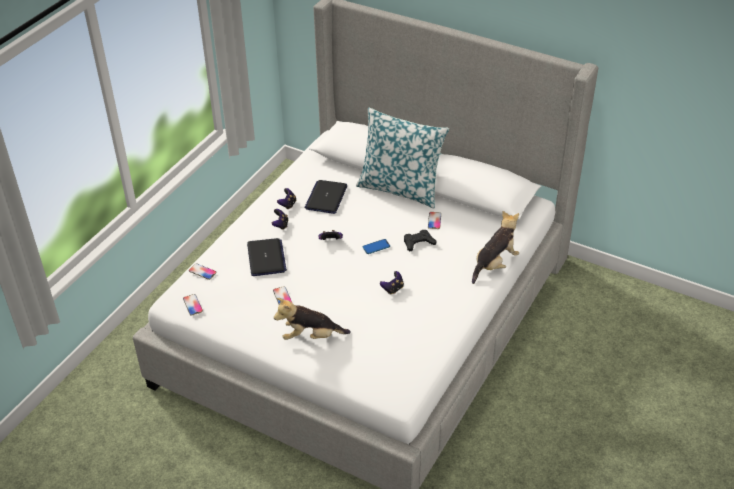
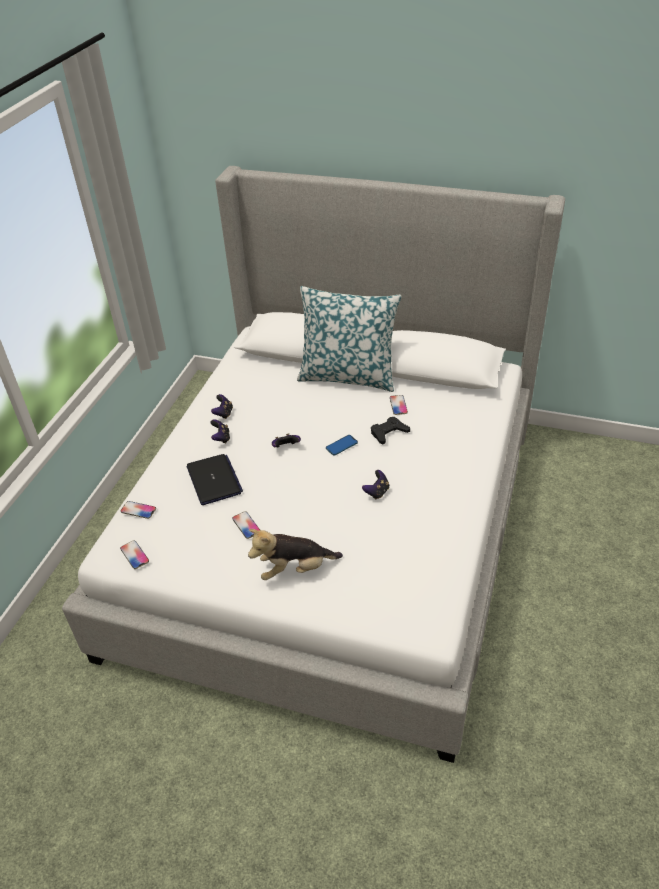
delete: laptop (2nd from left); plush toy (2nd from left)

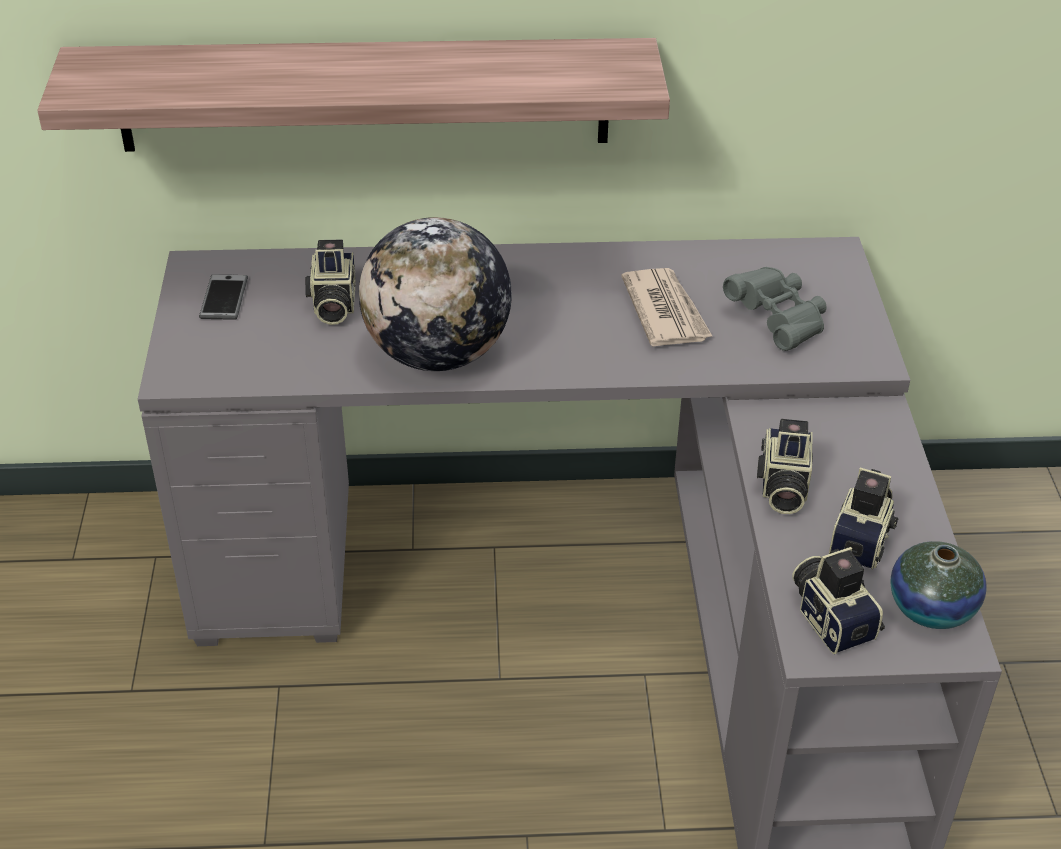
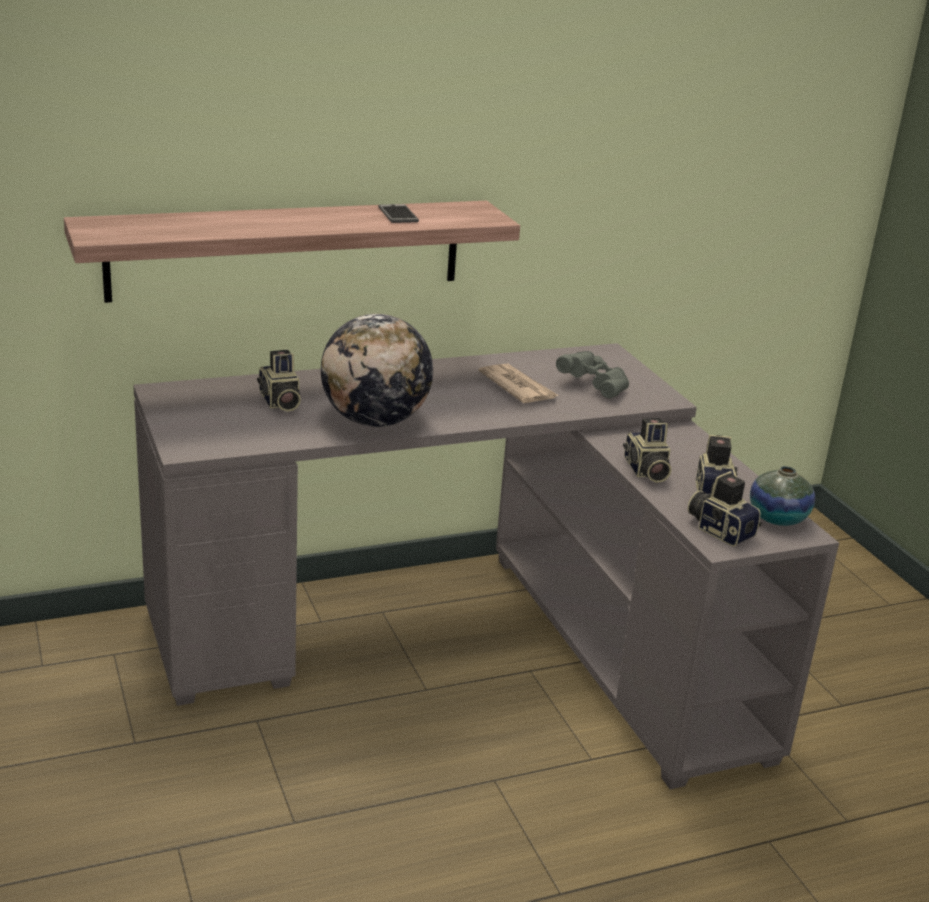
move: phone

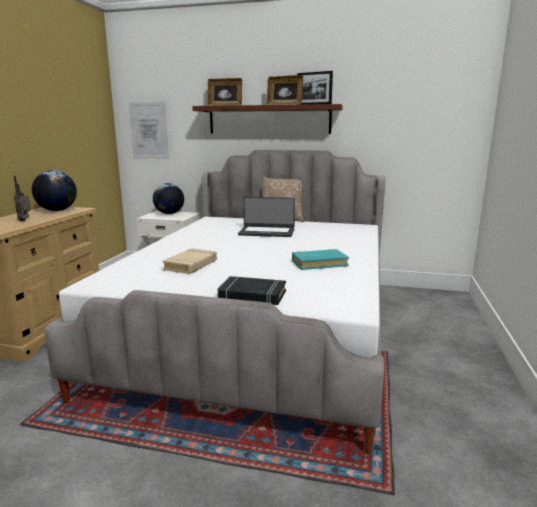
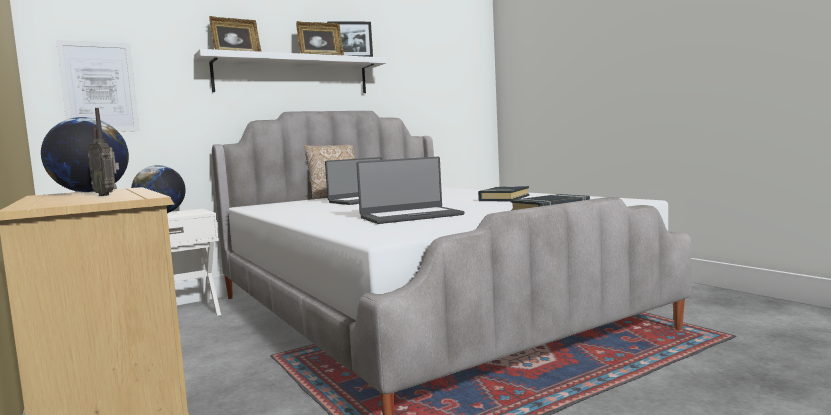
replace: book (beige) to laptop (2nd from left)
recolor: shelf (brown) to shelf (white); book (turquoise) to book (black) (1st from left)

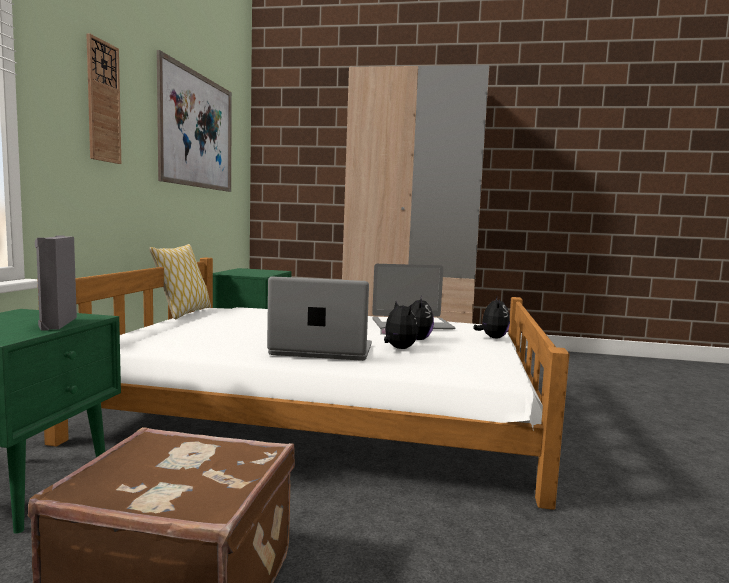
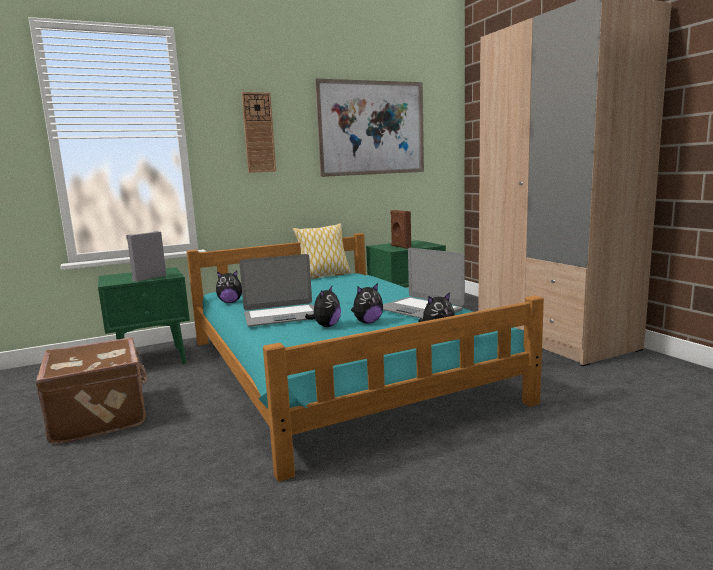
insert: plush toy (1st from left); speaker (brown)
recolor: bed (white) to bed (turquoise)
rotate: laptop (1st from left) 105 degrees clockwise

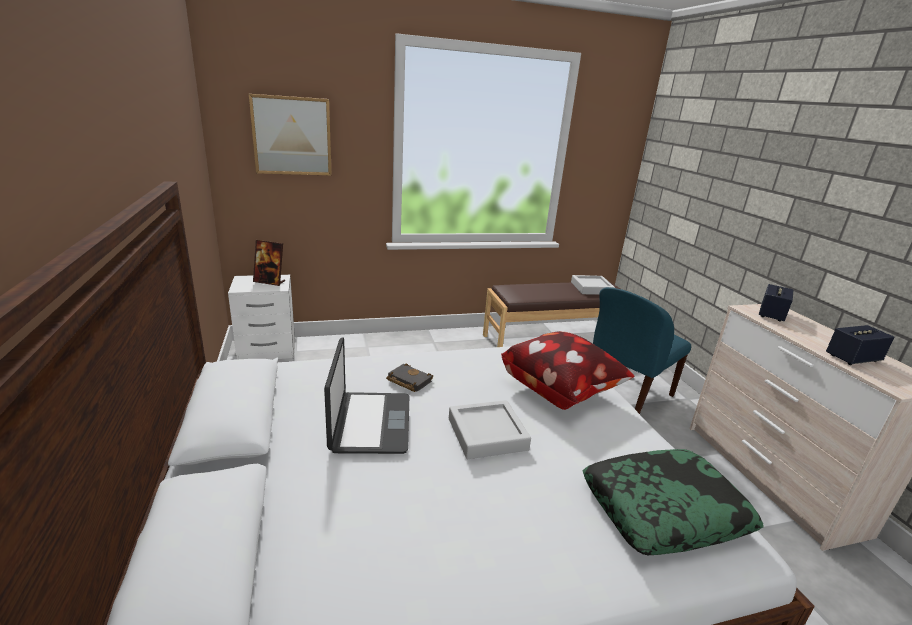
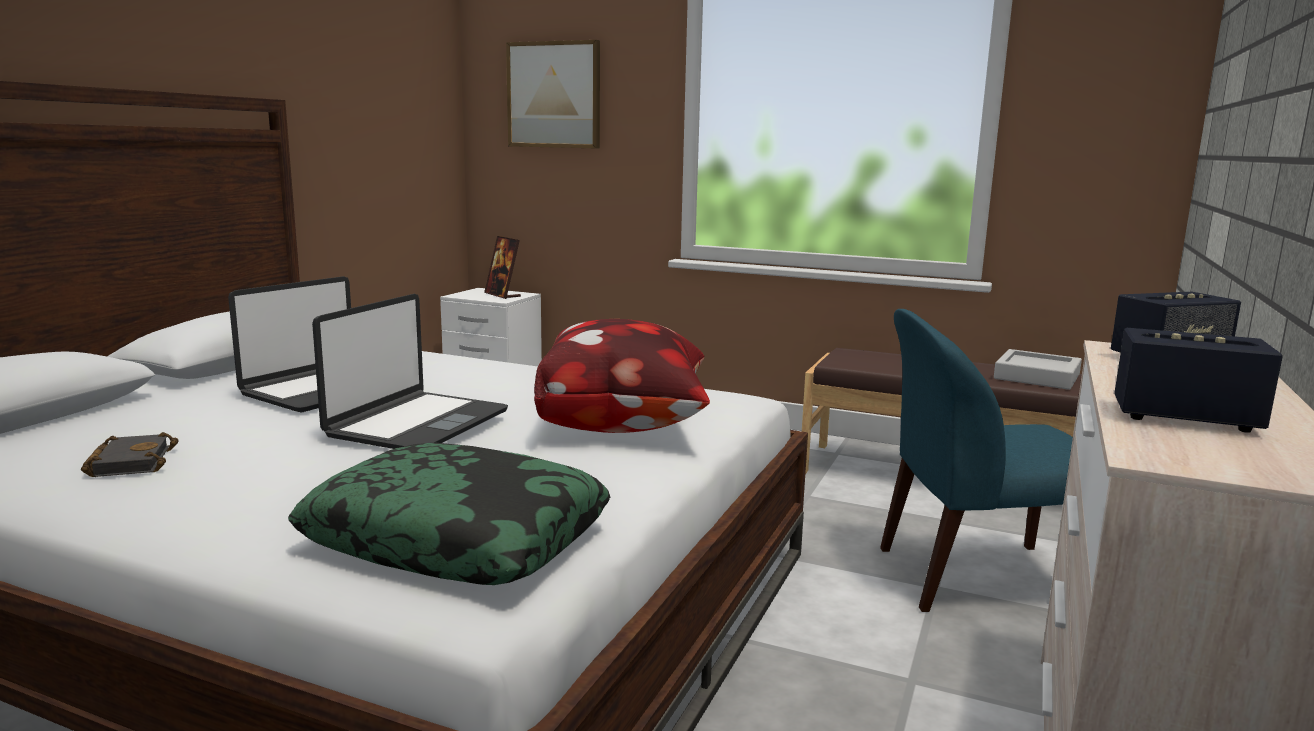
move: book (black)
replace: tray (grey) (1st from left) to laptop (2nd from left)

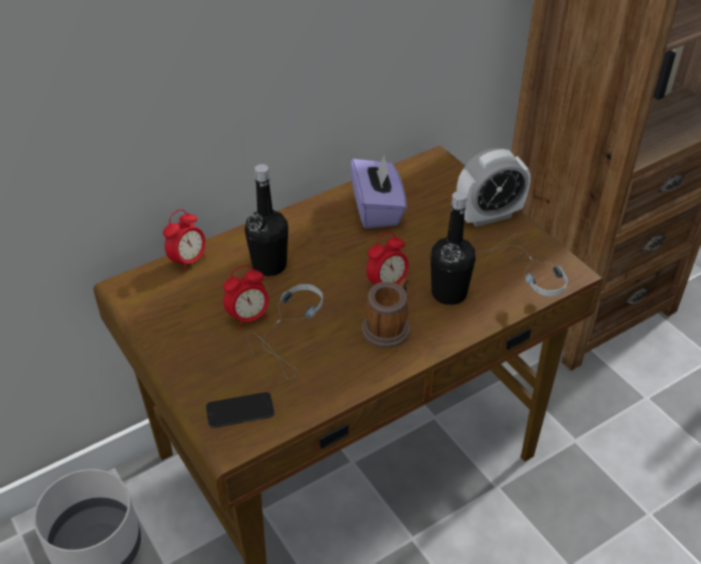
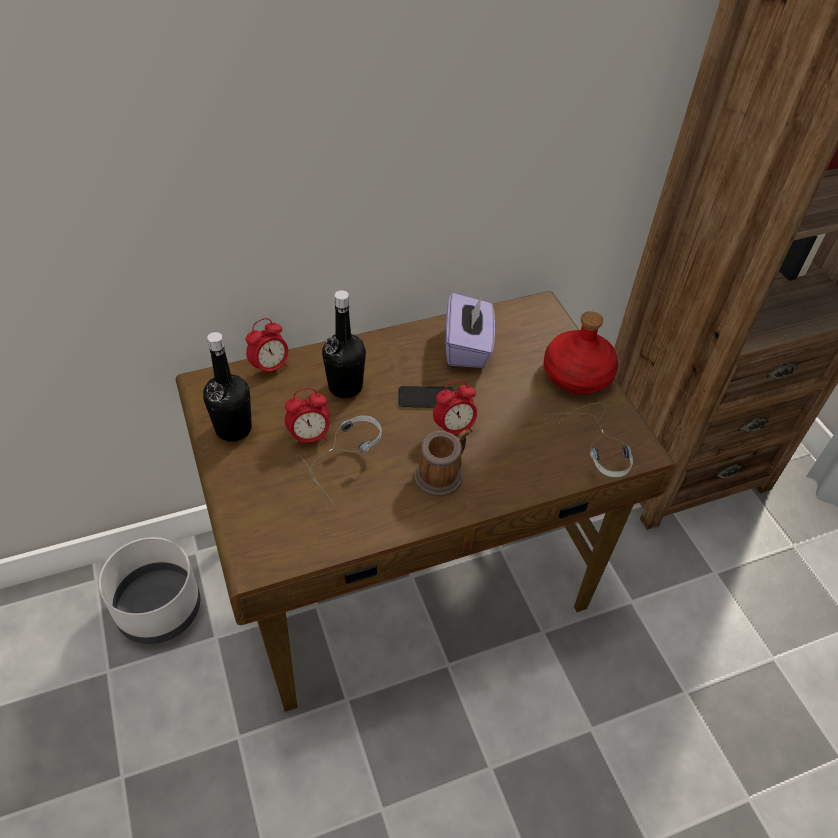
move: phone; bottle (black) (2nd from left in the first image) to bottle (black) (1st from left)
replace: alarm clock (4th from left) to bottle (red)

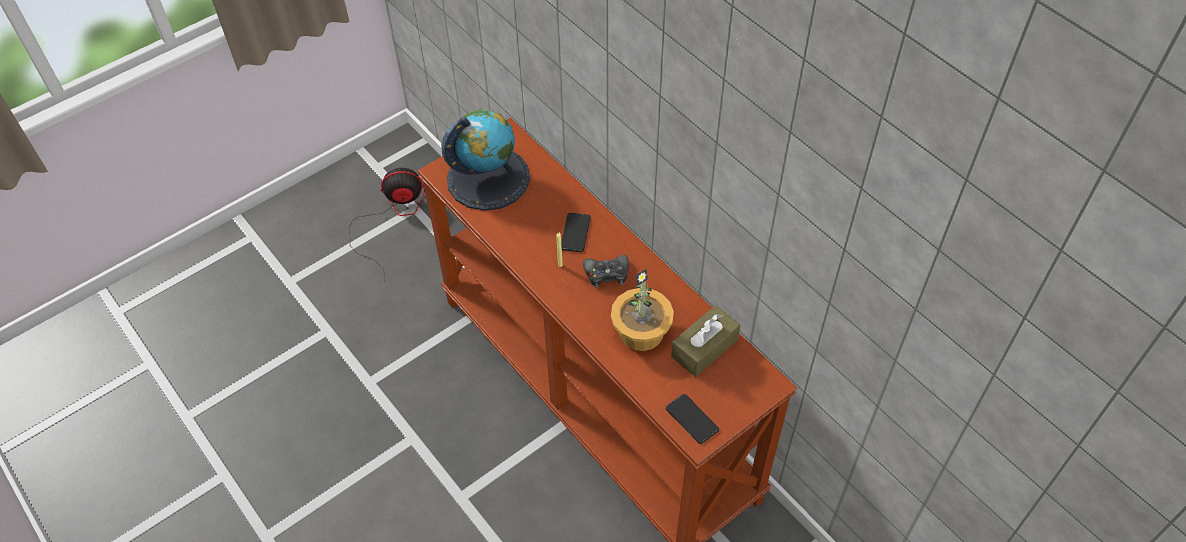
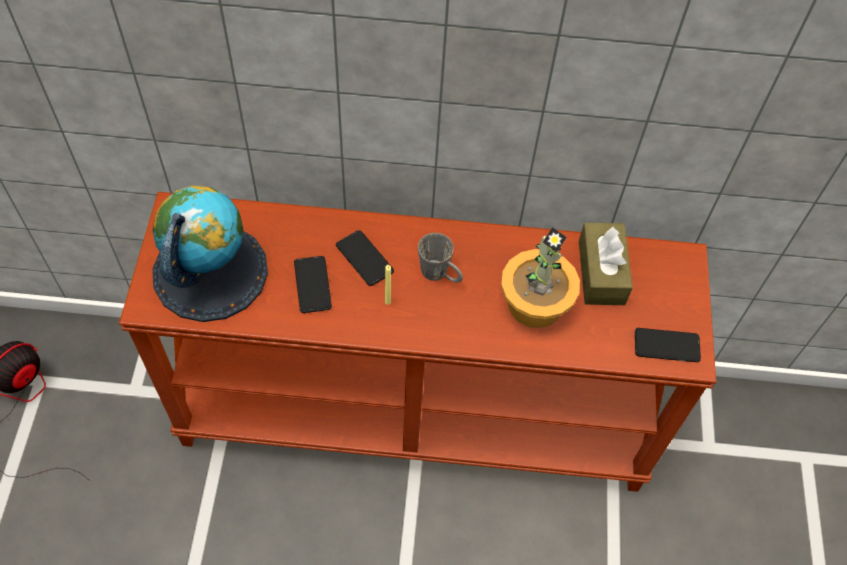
insert: phone (1st from left)
replace: game controller (black) to mug (grey)

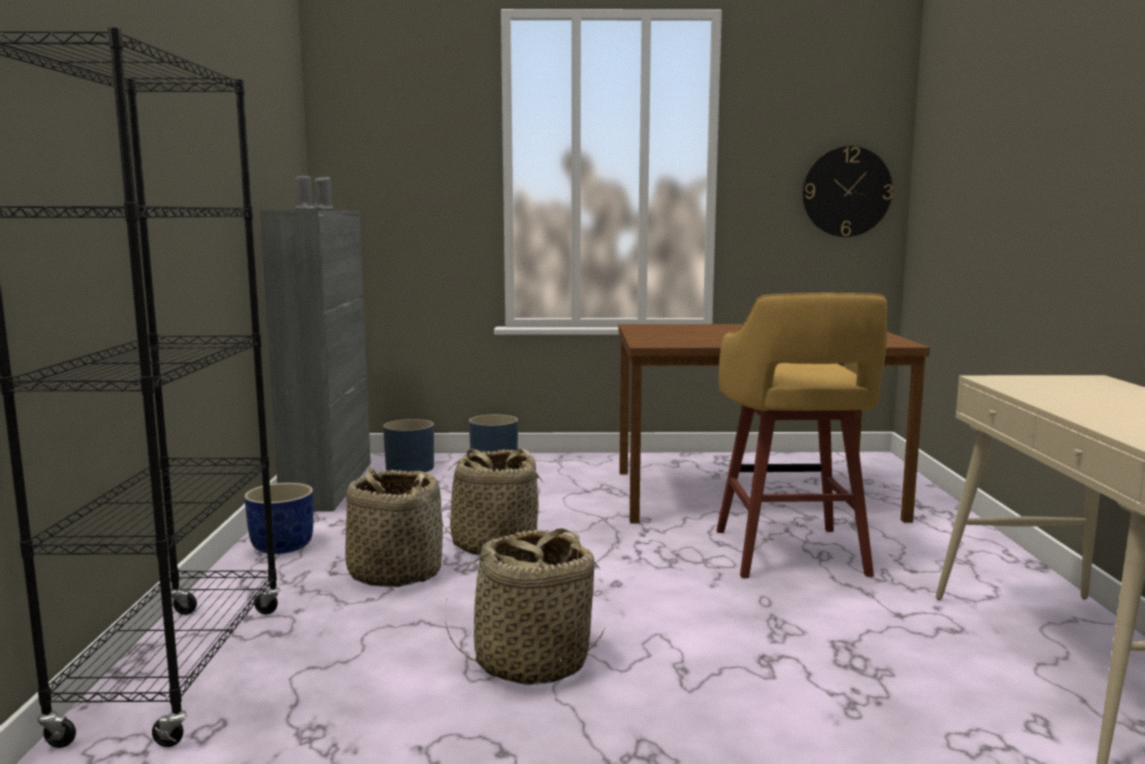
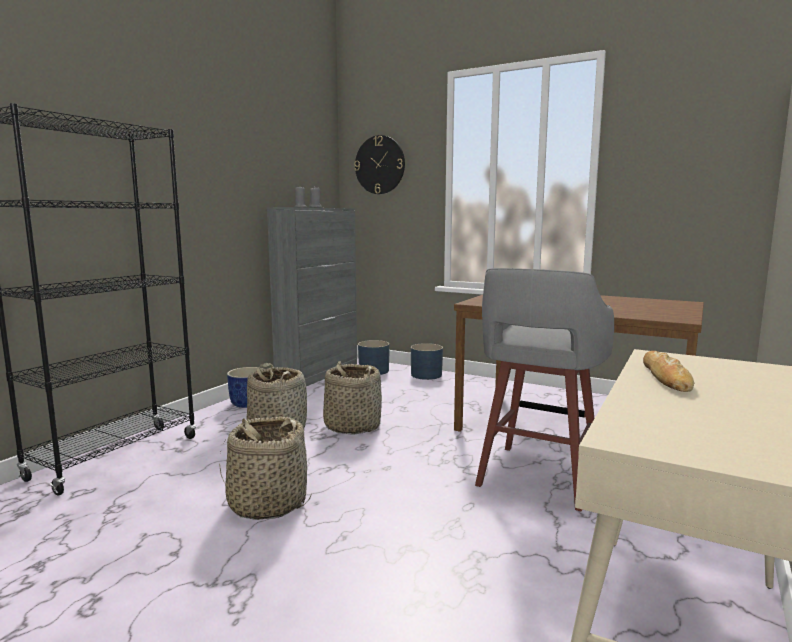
insert: bread
move: wall clock
recolor: stool (yellow) to stool (grey)

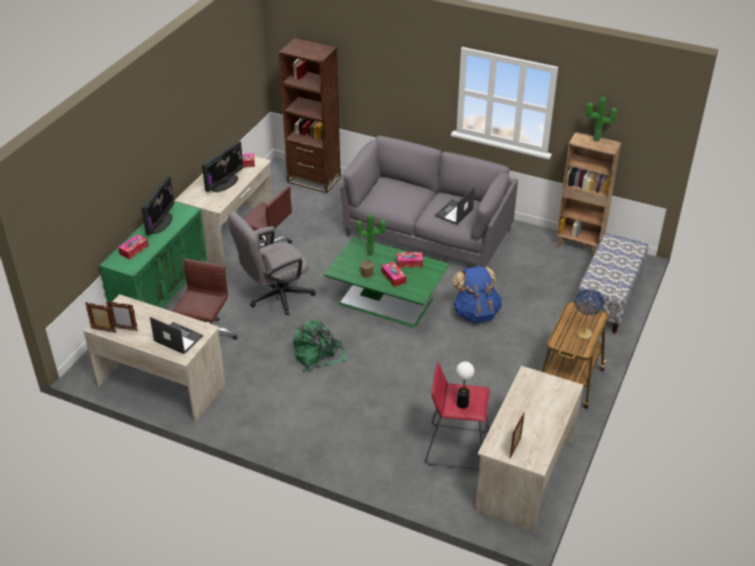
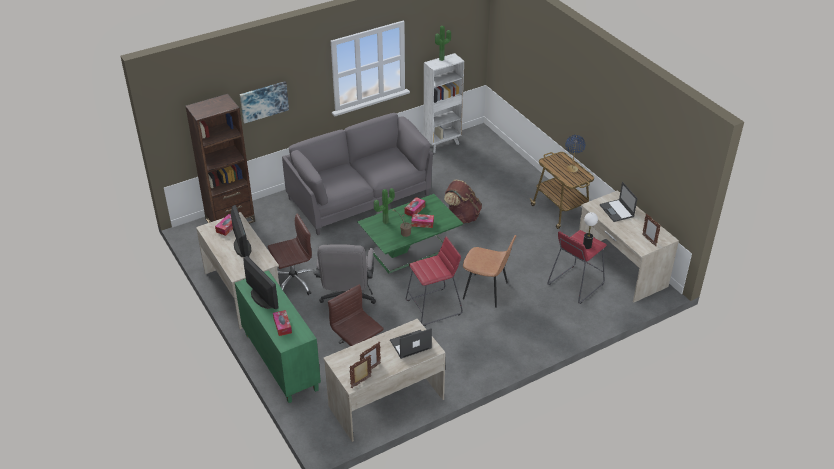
delete: bench
insert: picture; chair (brown)
move: laptop (2nd from left)
replace: backpack (green) to stool (red) (1st from left)
recolor: backpack (blue) to backpack (brown); bookcase (brown) (2nd from left) to bookcase (white)

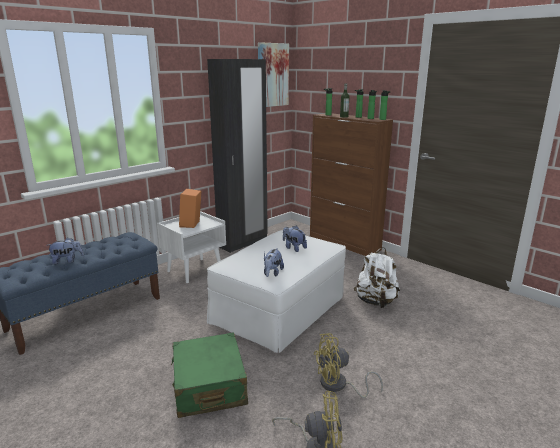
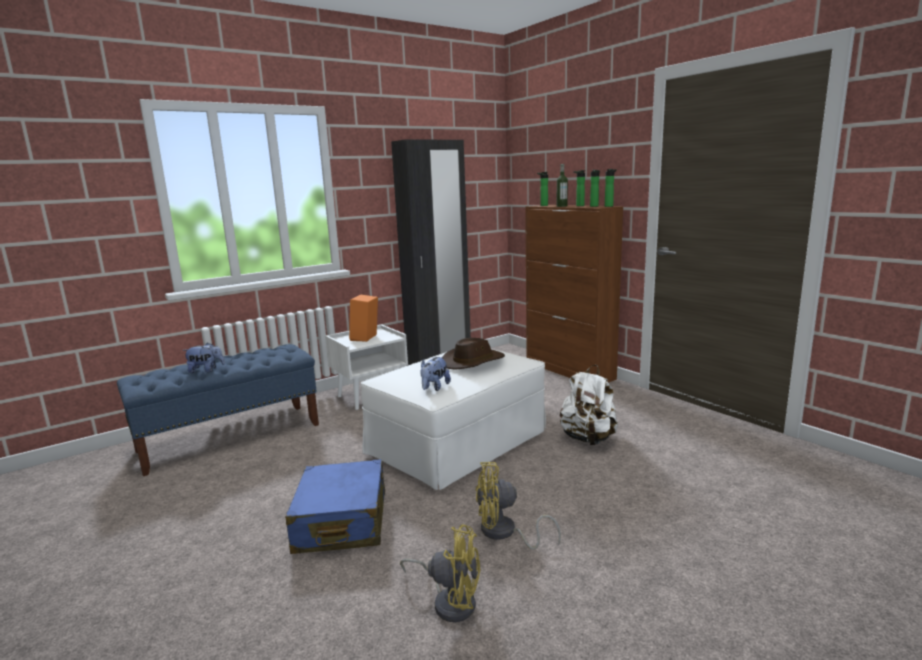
delete: picture
replace: plush toy (3rd from left) to hat (brown)
recolor: suitcase (green) to suitcase (blue)

